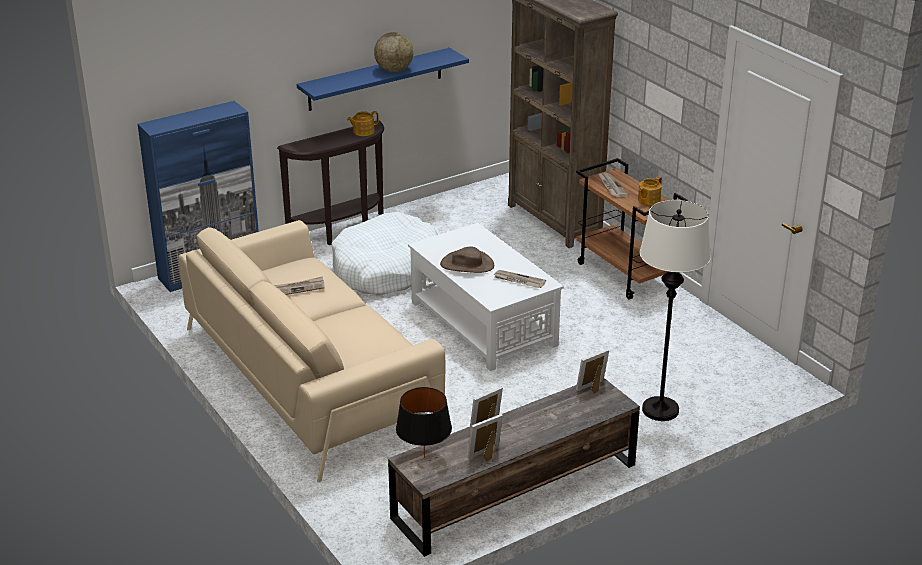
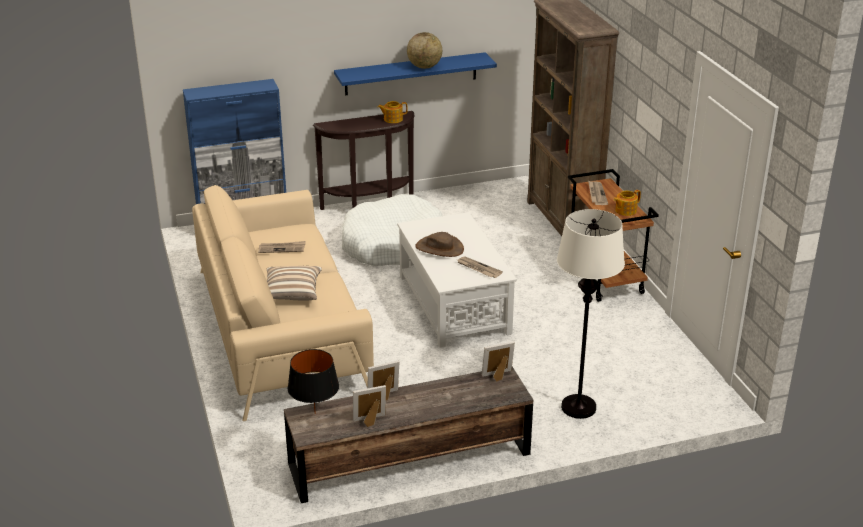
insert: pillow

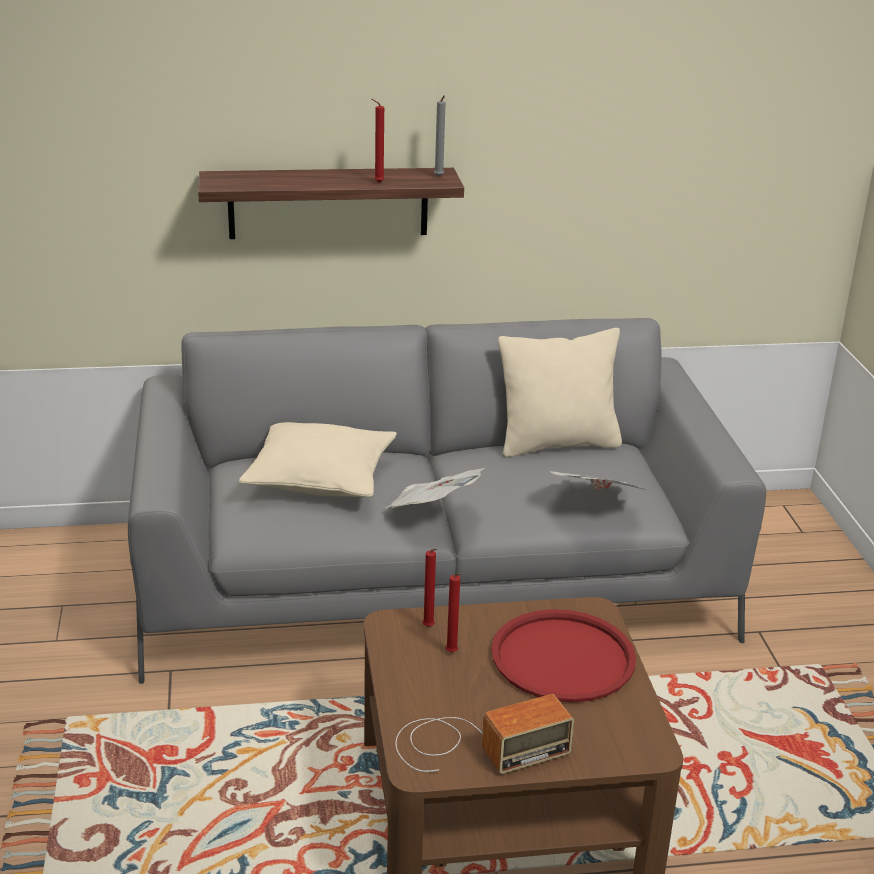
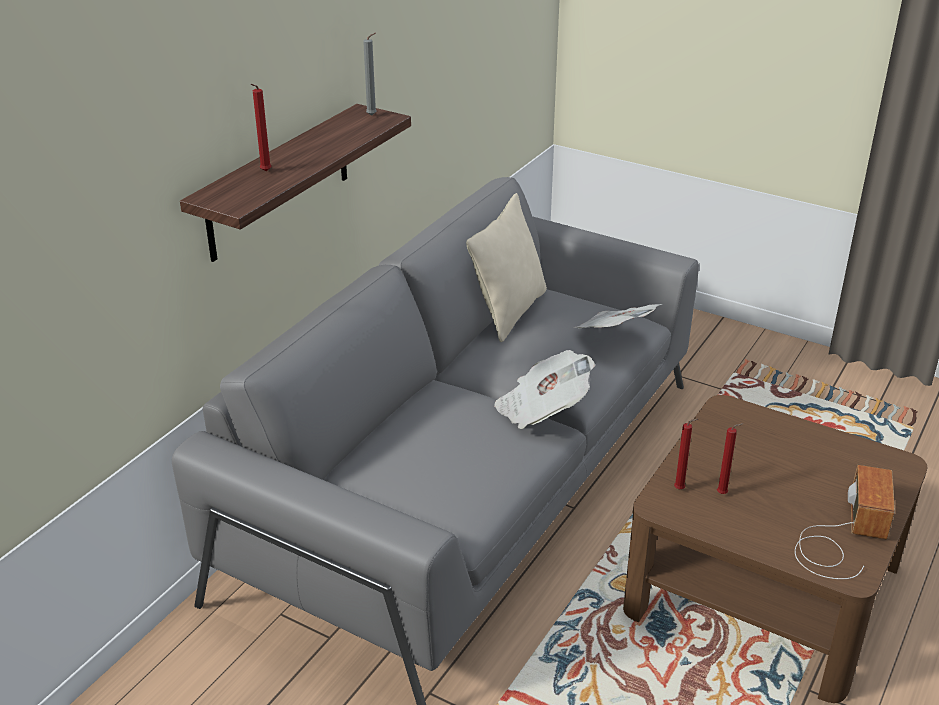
delete: pillow (beige) (1st from left); tray (red)
move: candle (red) (1st from left)

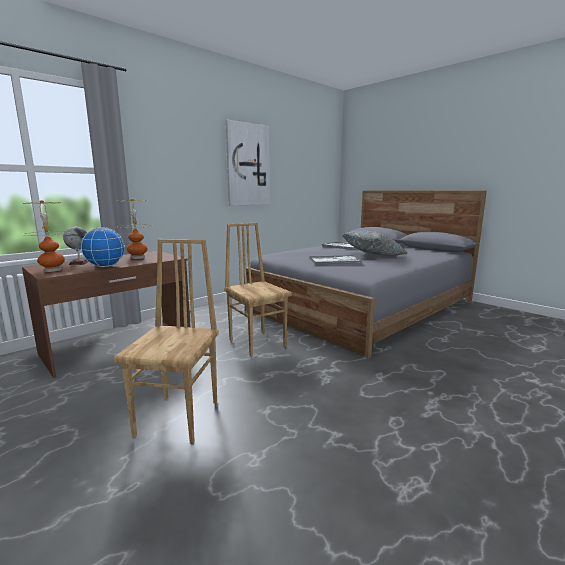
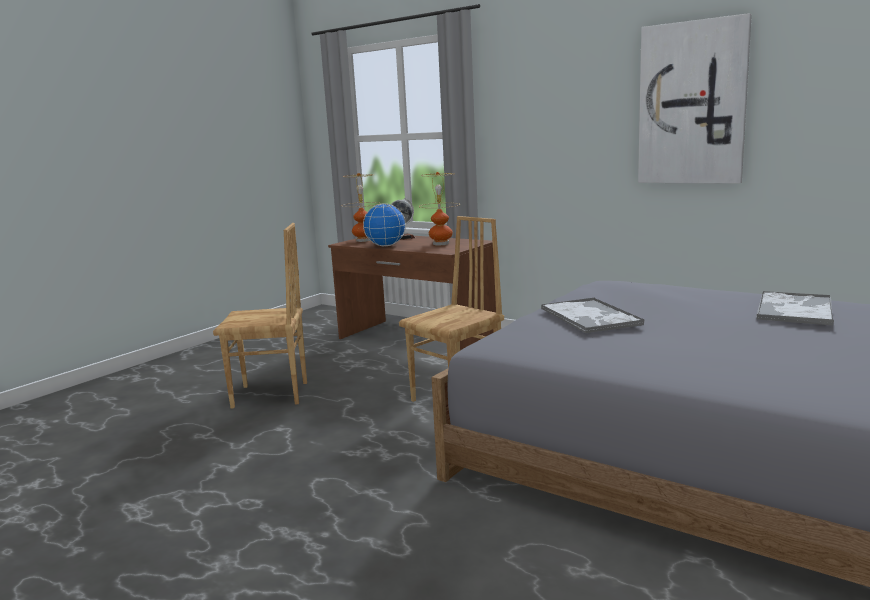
delete: pillow (grey)

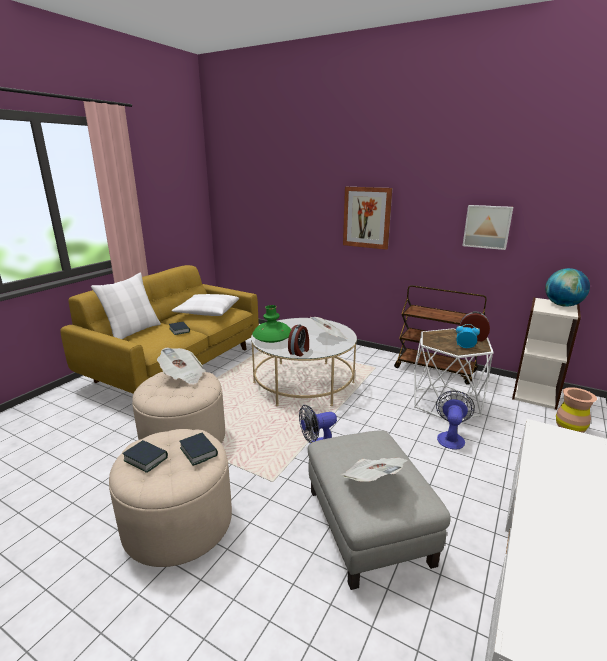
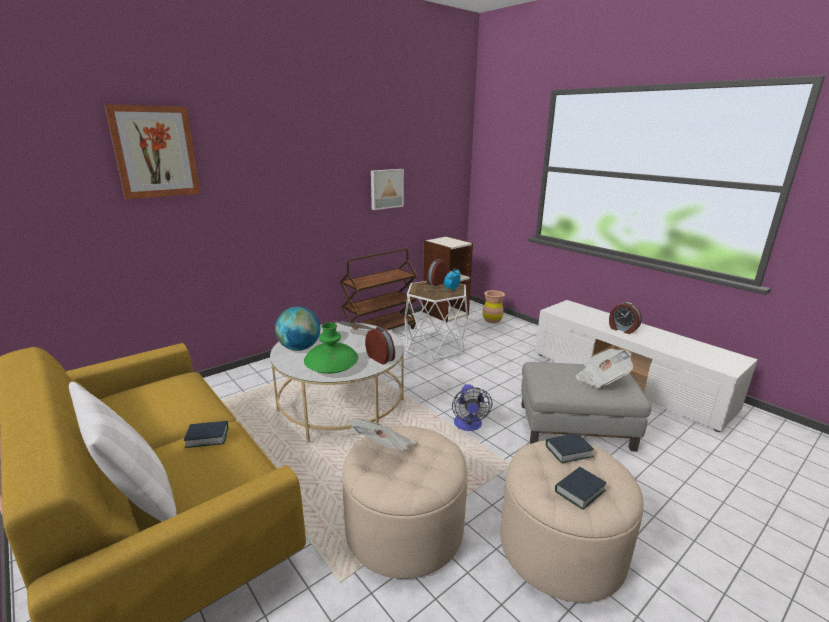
delete: pillow (white) (2nd from left); fan (2nd from left)
insert: alarm clock (4th from left)
move: picture (1st from left); globe

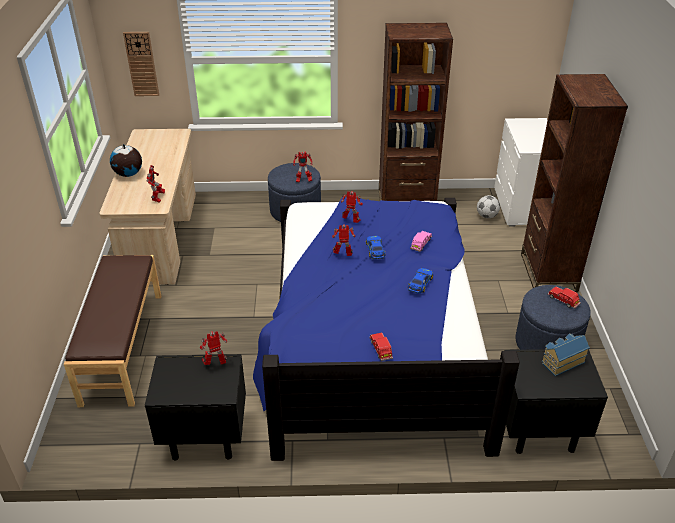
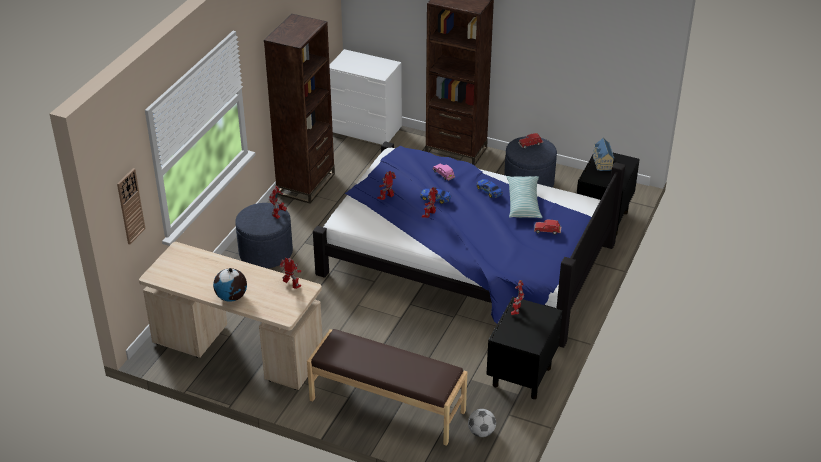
insert: pillow
move: football

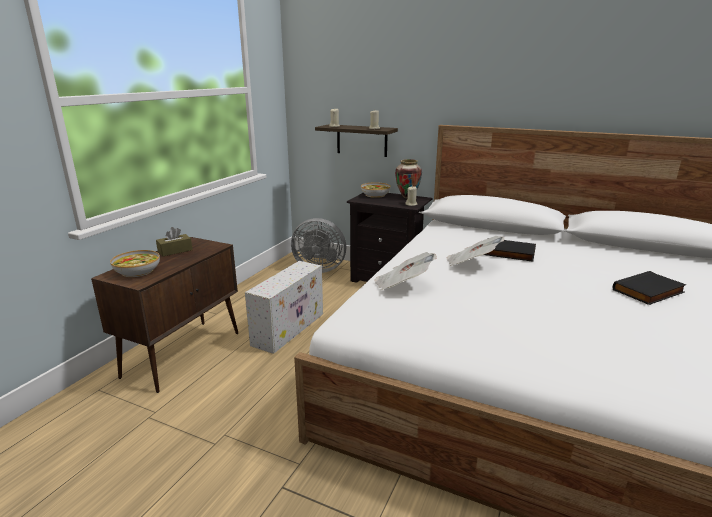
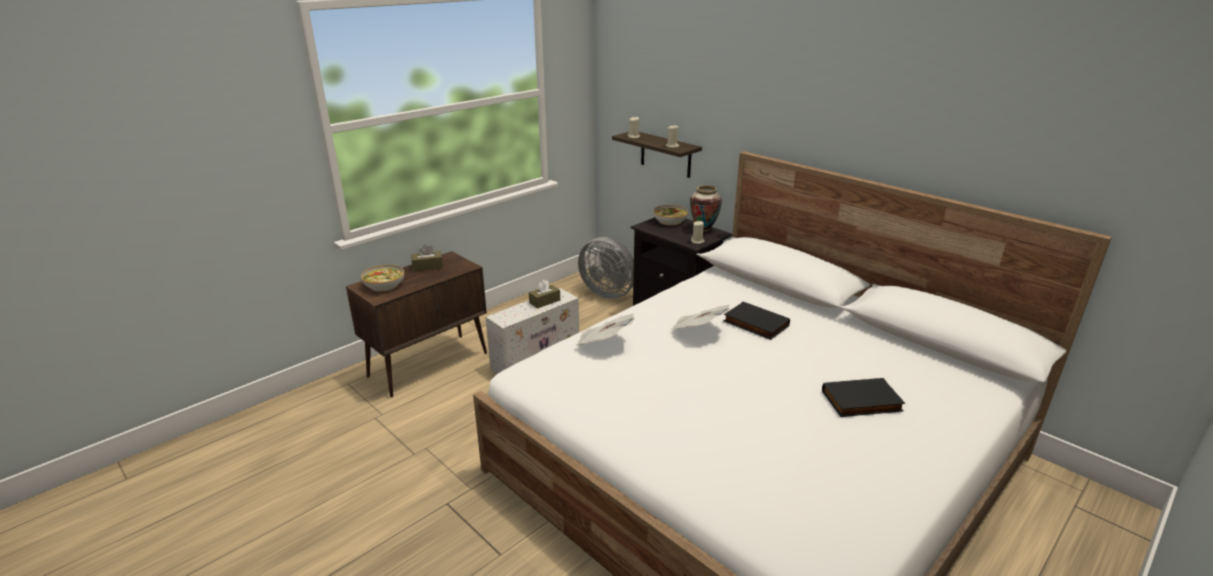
insert: tissue box (brown) (2nd from left)

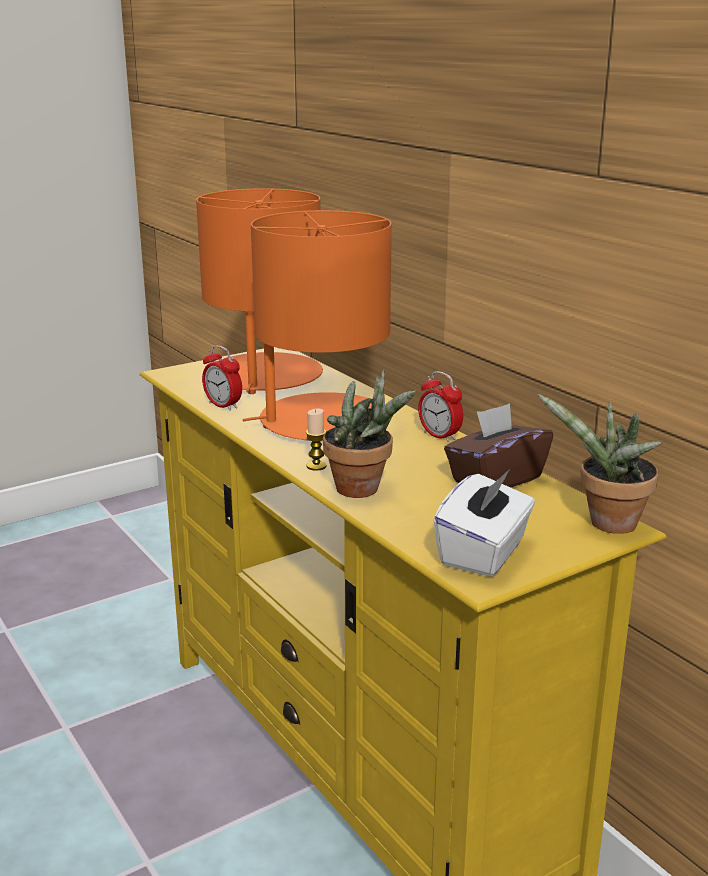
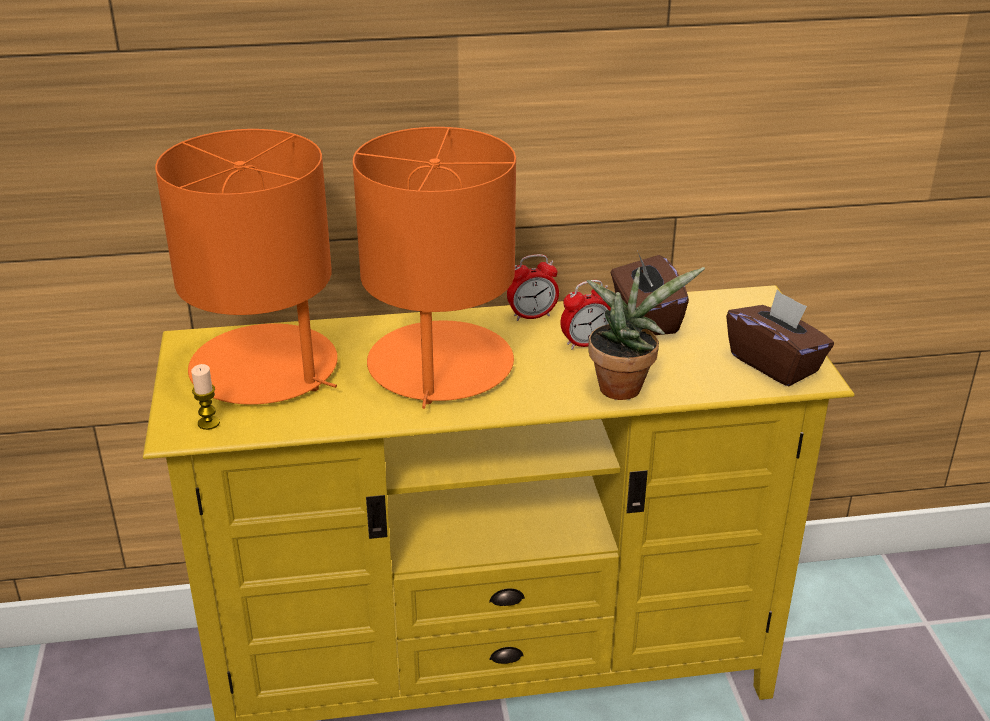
delete: potted plant (2nd from left)
move: alarm clock (1st from left in the first image) to alarm clock (2nd from left); candle
recolor: tissue box (white) to tissue box (brown) (2nd from left)

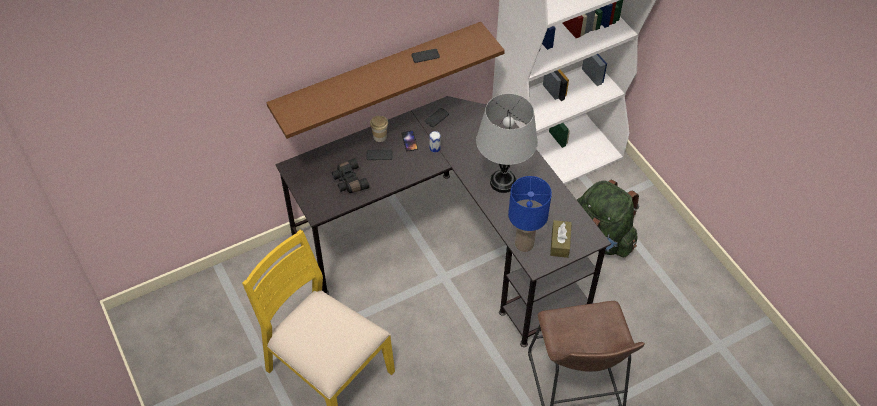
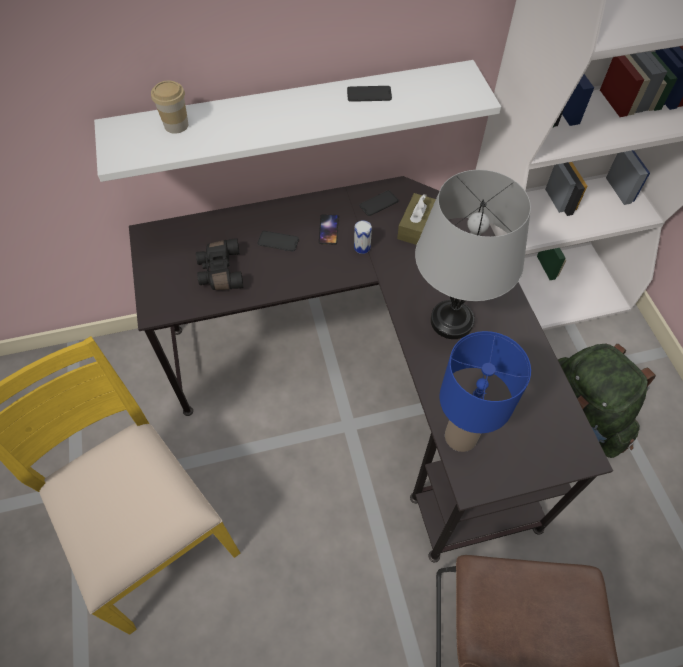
move: cup; tissue box (brown)
recolor: shelf (brown) to shelf (white)

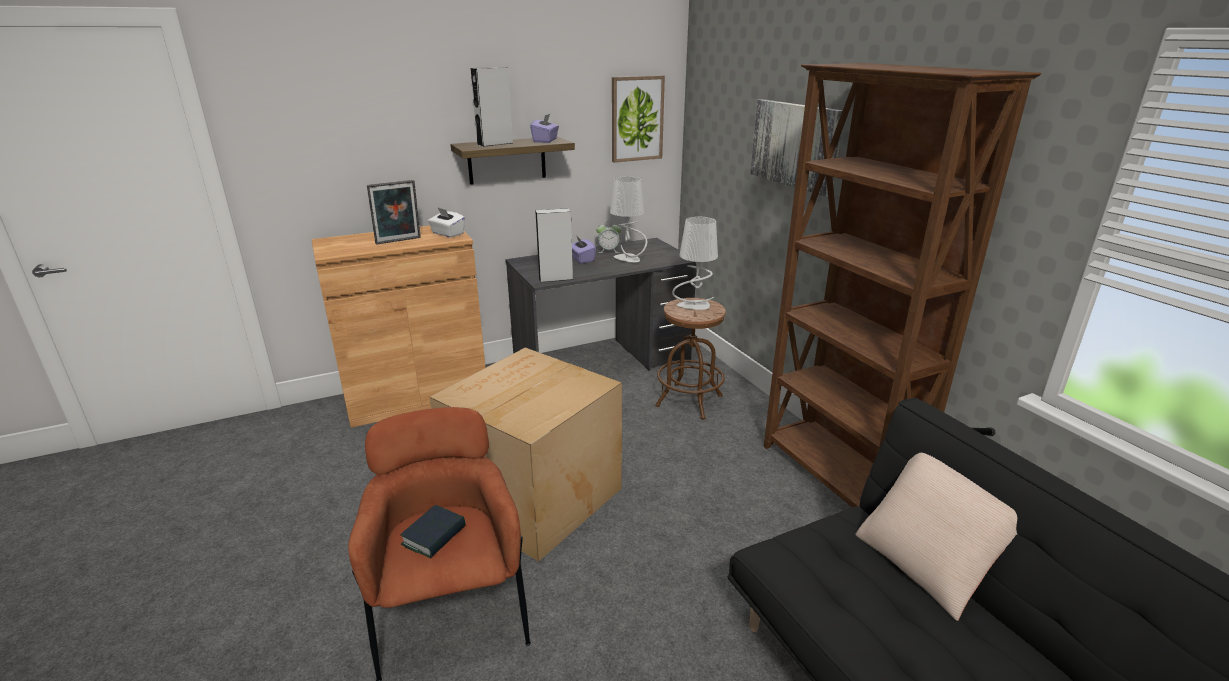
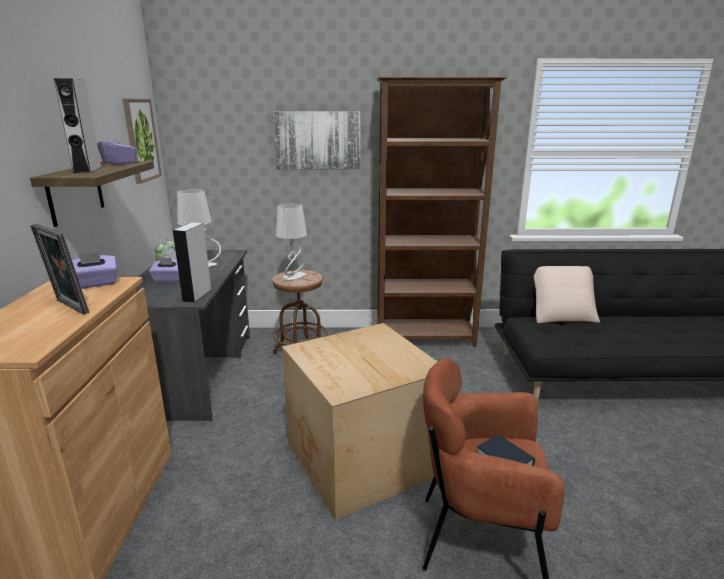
recolor: tissue box (white) to tissue box (purple) (1st from left)
rotate: picture frame 135 degrees clockwise

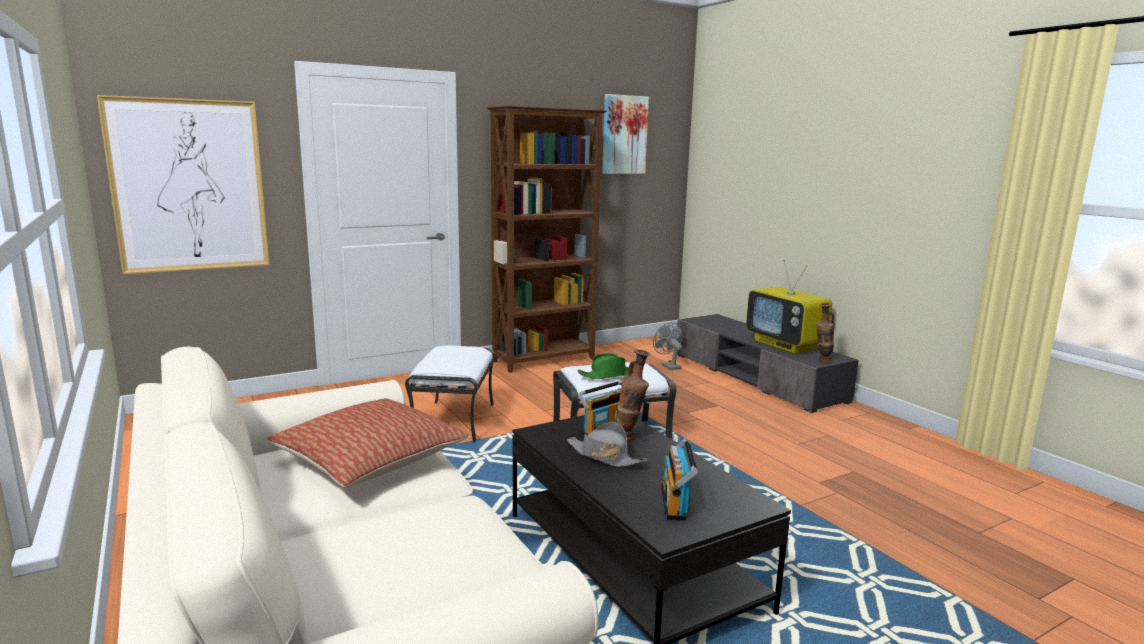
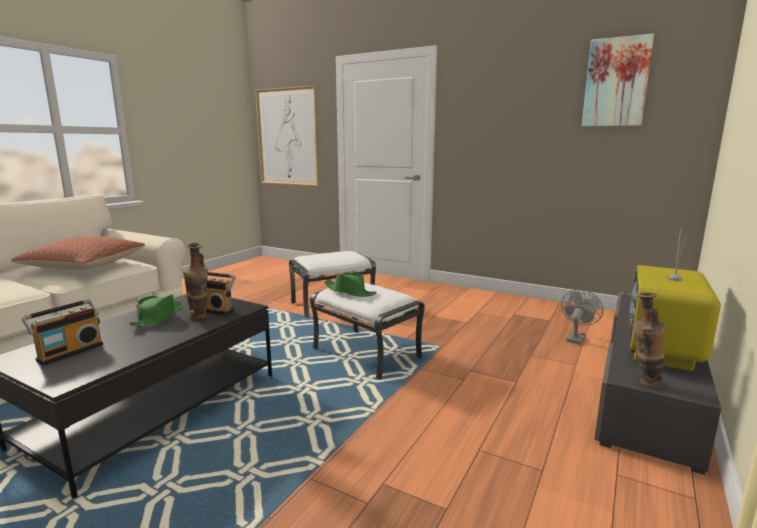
delete: bookcase (brown)
recolor: hat (grey) to hat (green) (1st from left)
rotate: radio (2nd from left in the first image) 150 degrees clockwise

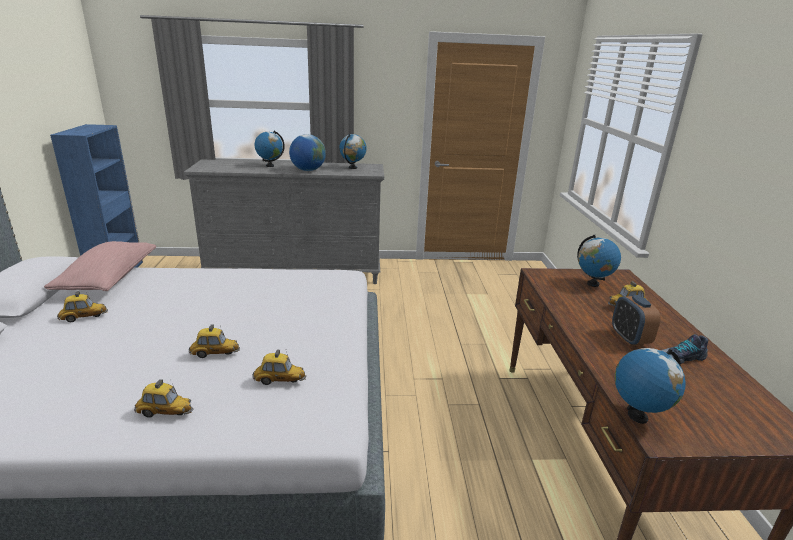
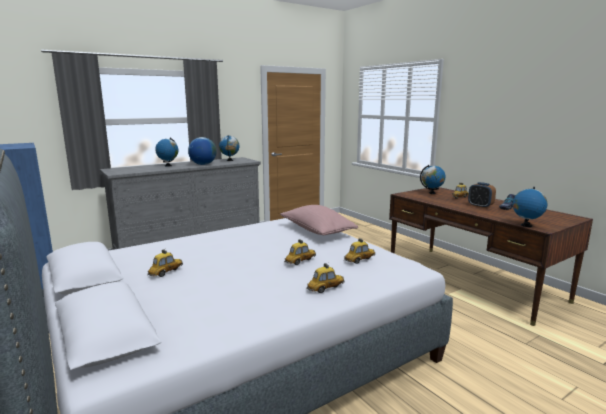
move: pillow (pink)

